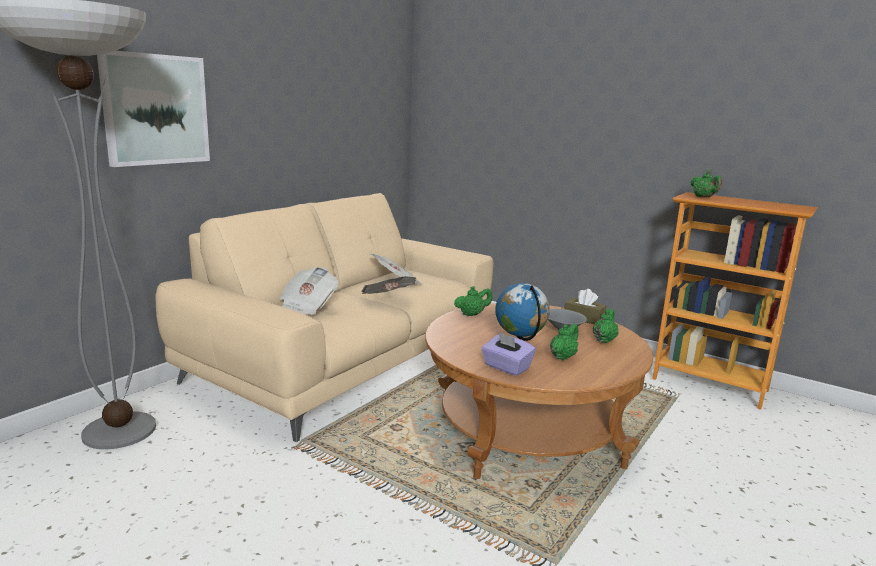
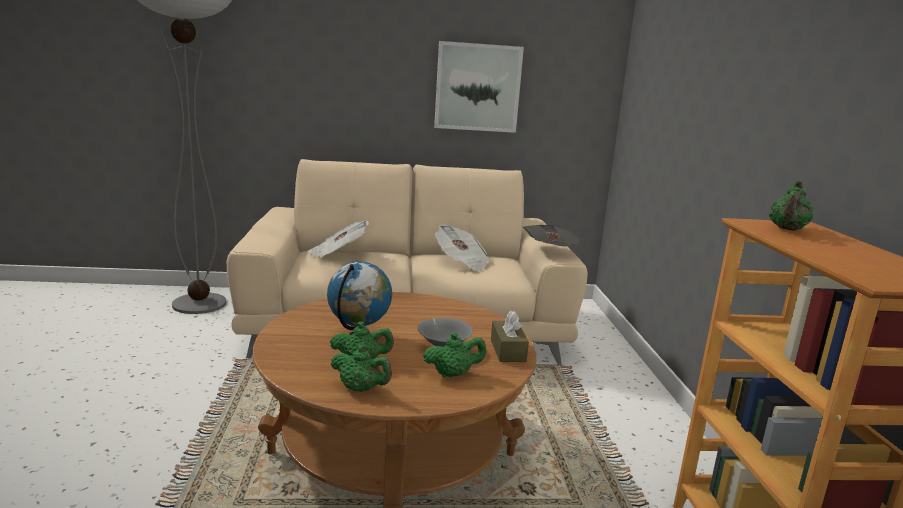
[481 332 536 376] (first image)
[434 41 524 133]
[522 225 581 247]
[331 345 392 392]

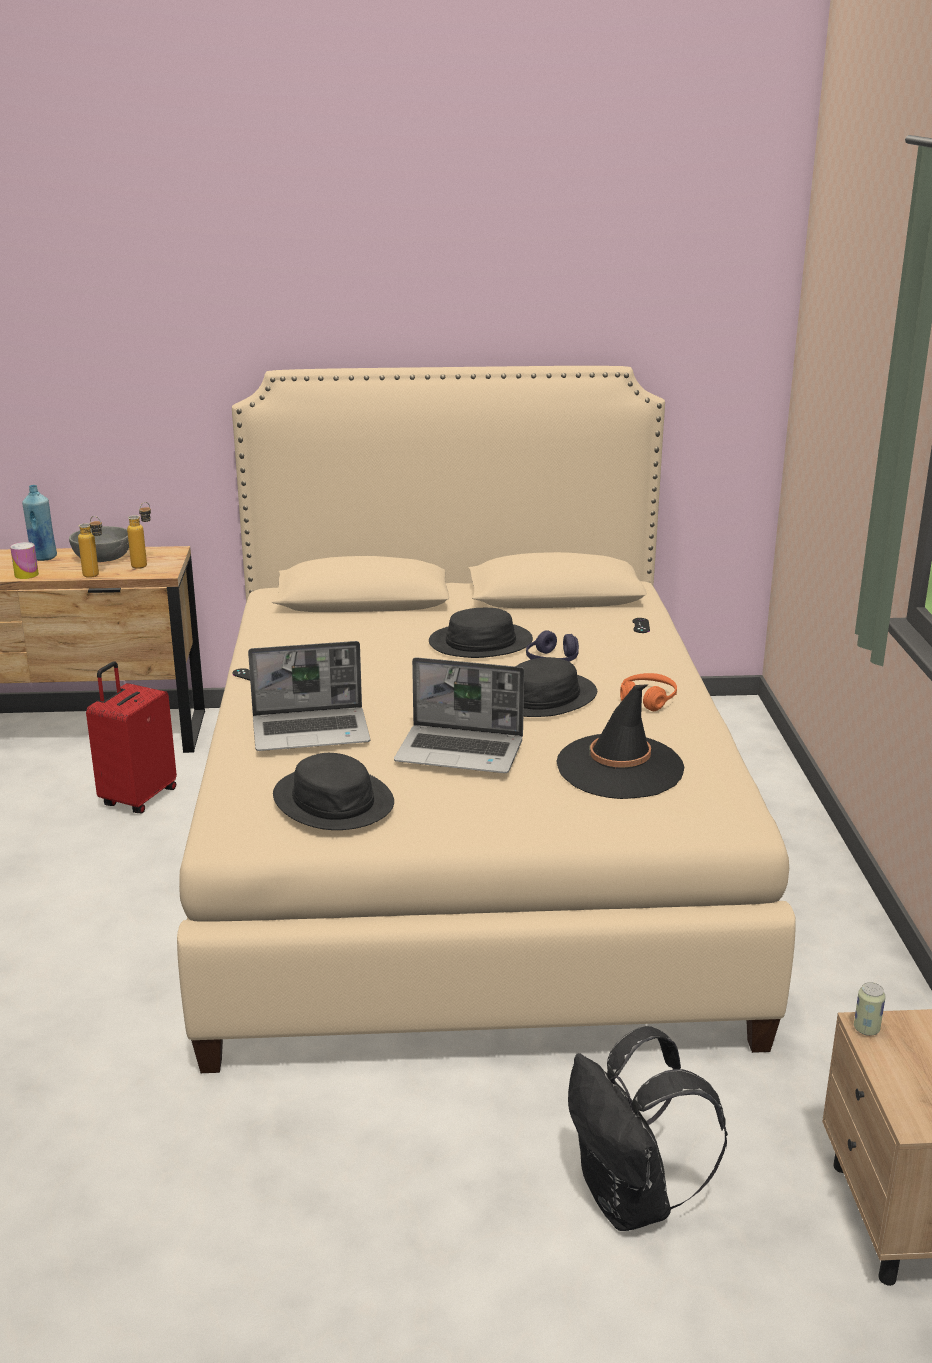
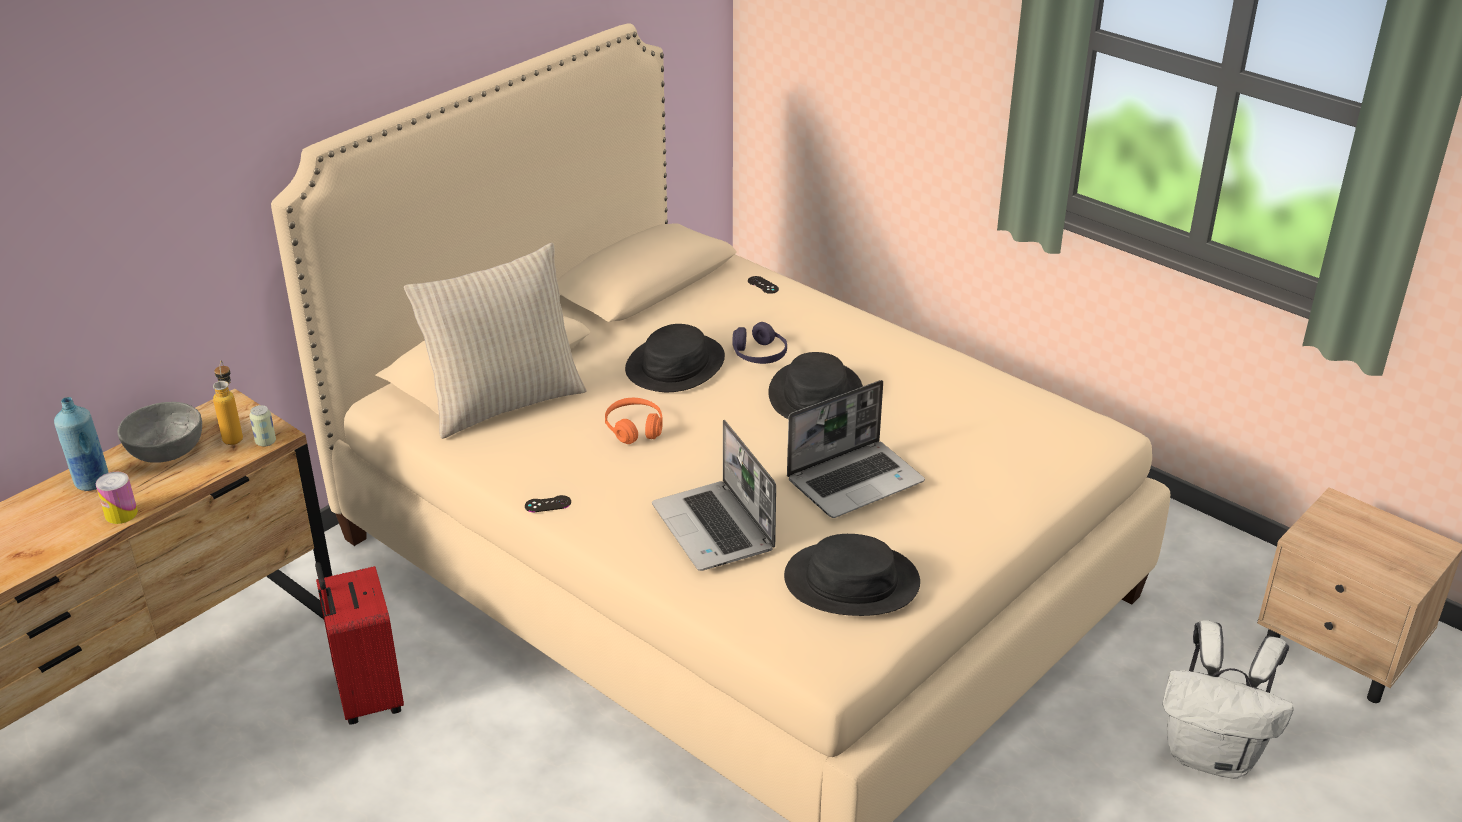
[78 516 102 578] (first image)
[556 684 684 799] (first image)
[404 243 587 439]
[605 398 663 444]
[249 405 276 447]
[1163 620 1294 779]
[652 420 776 571]

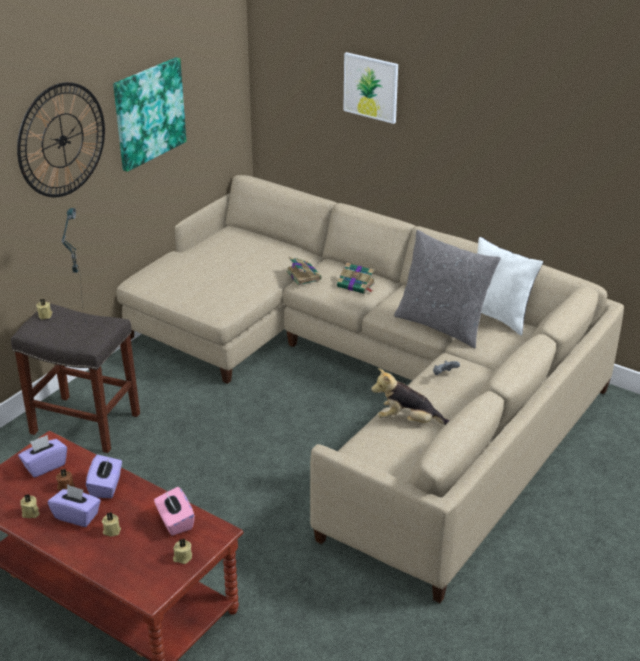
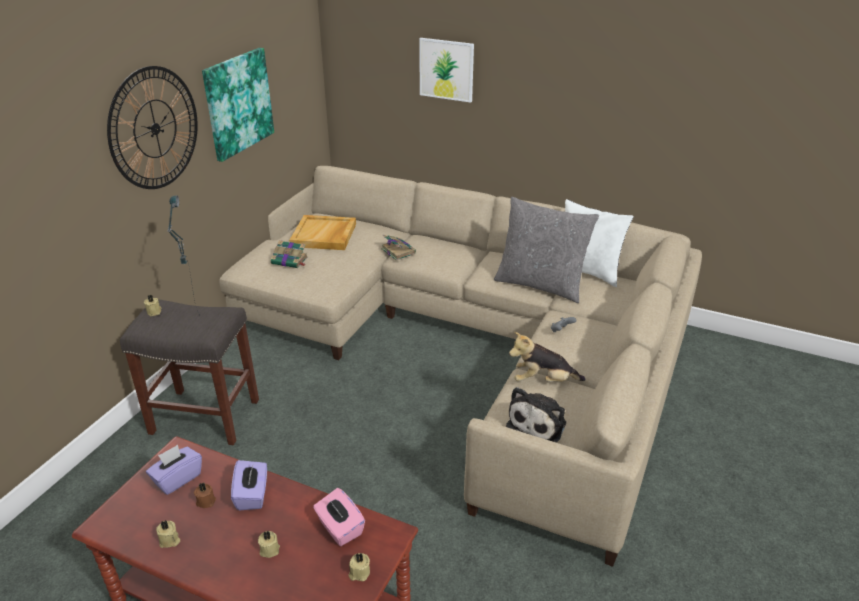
[48 484 101 527] (first image)
[289 215 356 250]
[506 387 566 442]
[271 240 308 268]

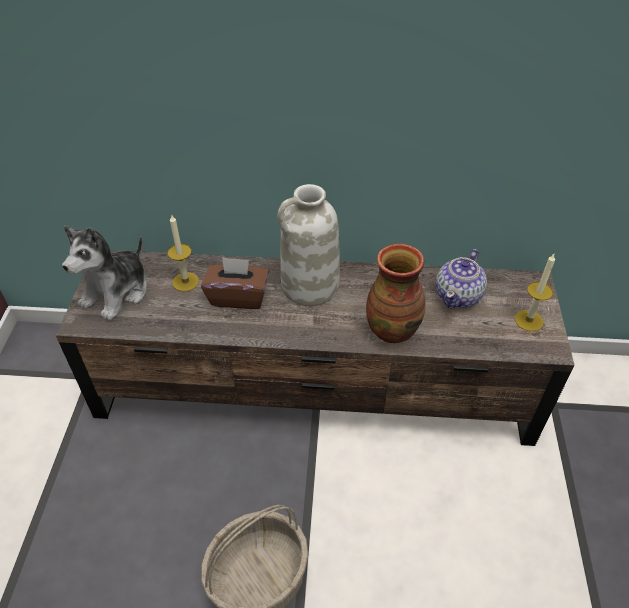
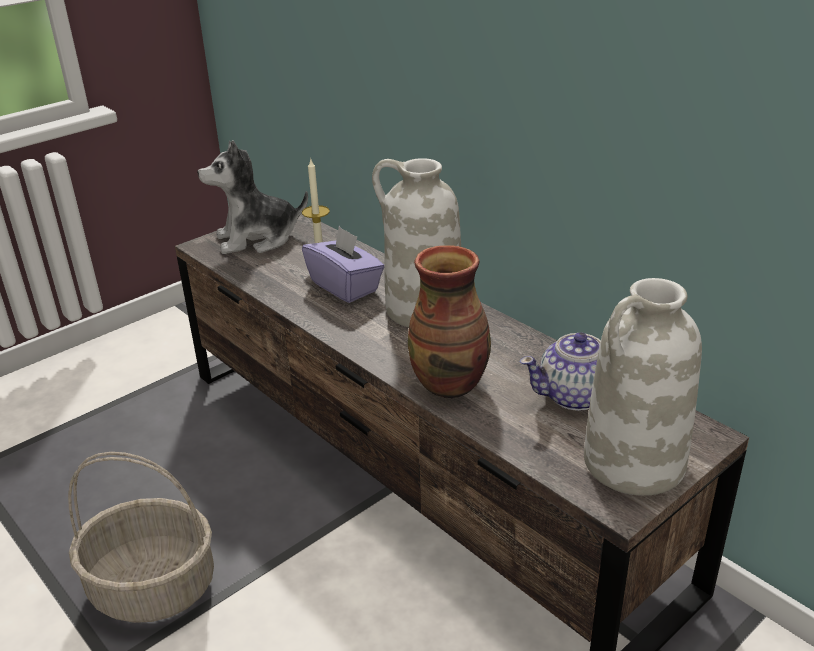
[584 278 702 496]
[302 226 384 303]

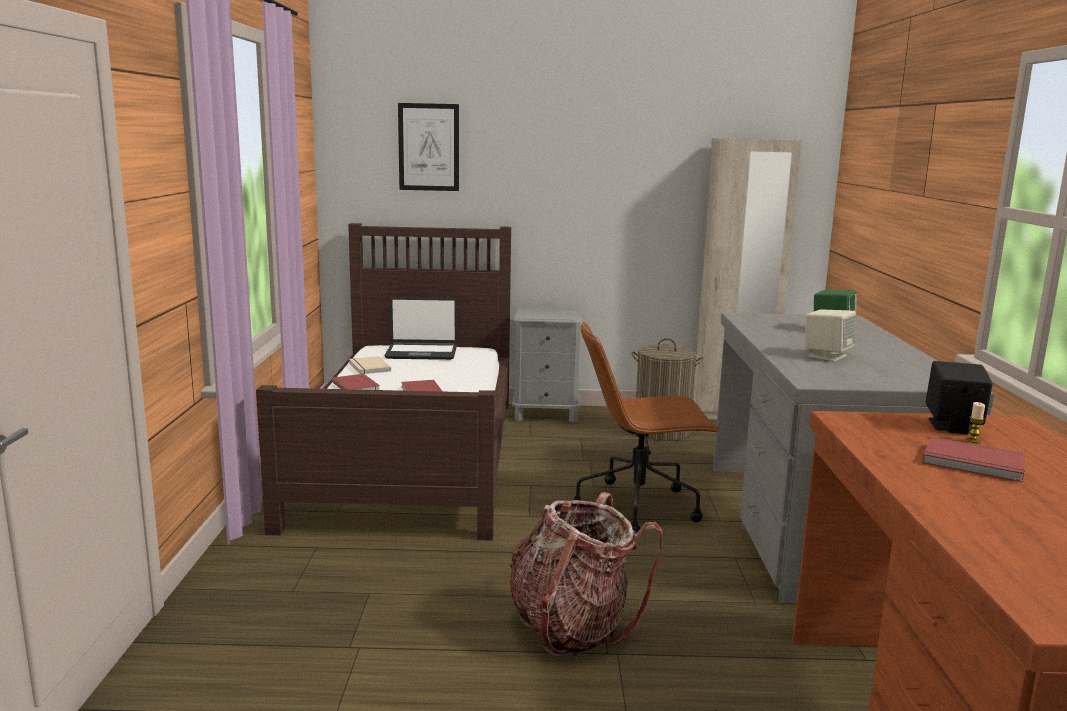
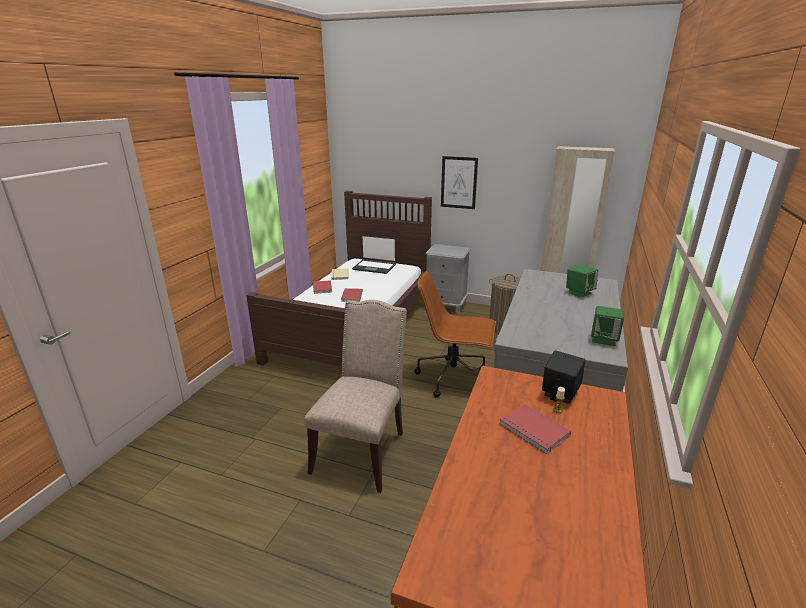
[805 309 856 362] (first image)
[591 306 624 346]
[441 156 478 209]
[304 300 407 493]

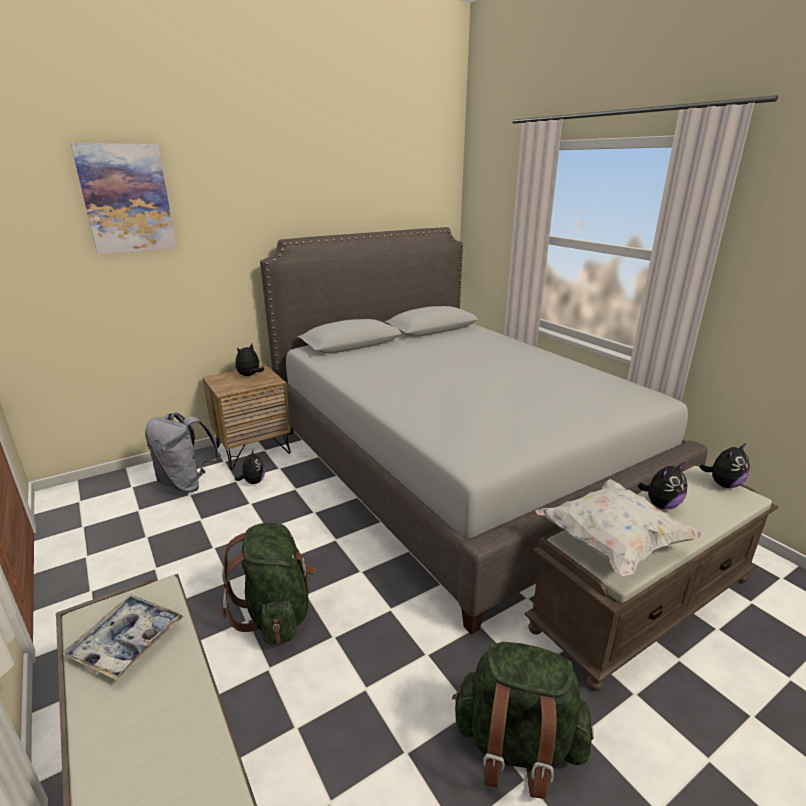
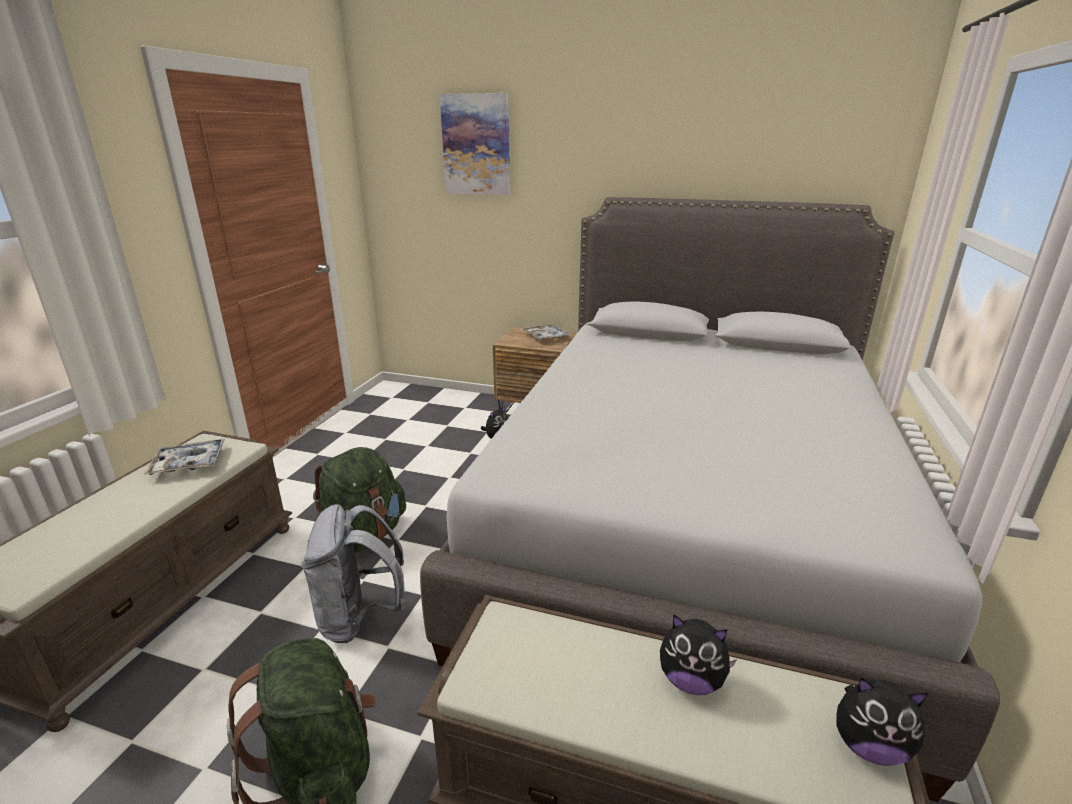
[536 479 705 576] (first image)
[301 504 406 643]
[521 324 572 340]

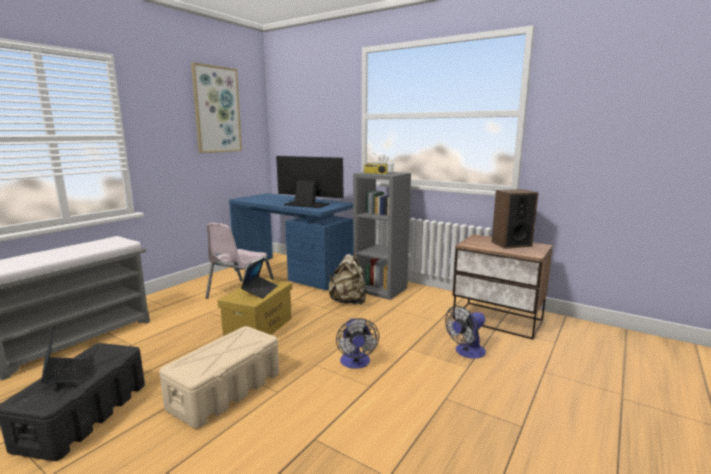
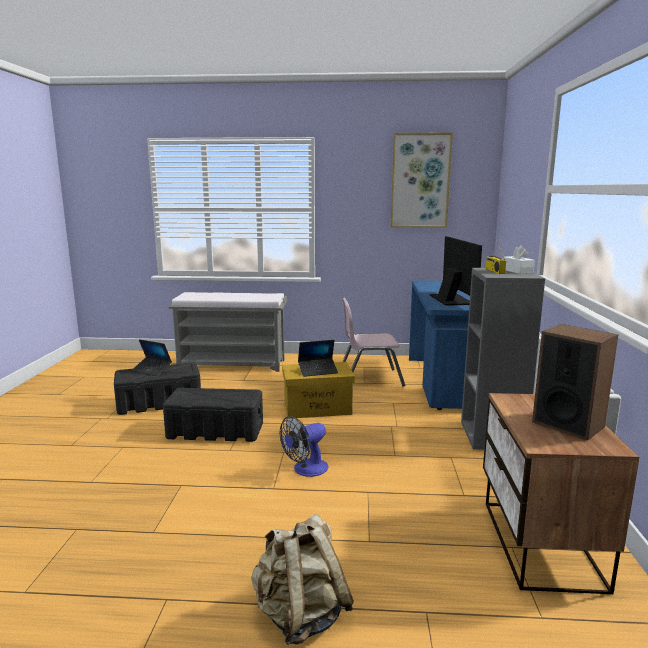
[445 306 486 359] (first image)
[251 514 354 645]
[163 388 263 442]
[131 339 172 376]

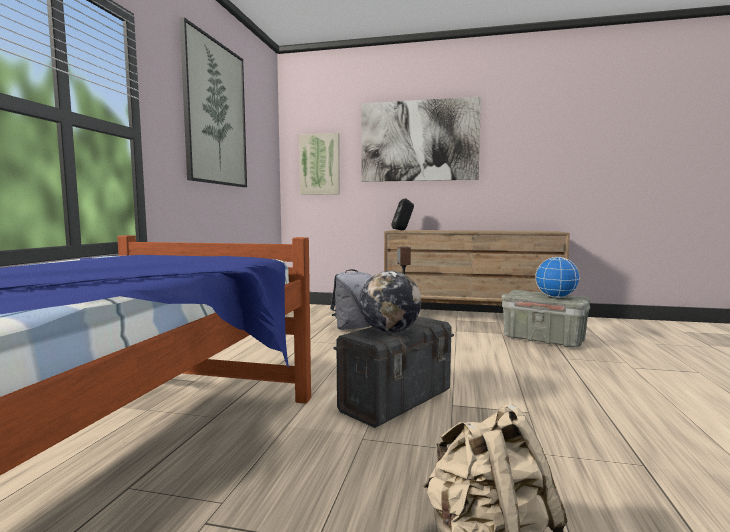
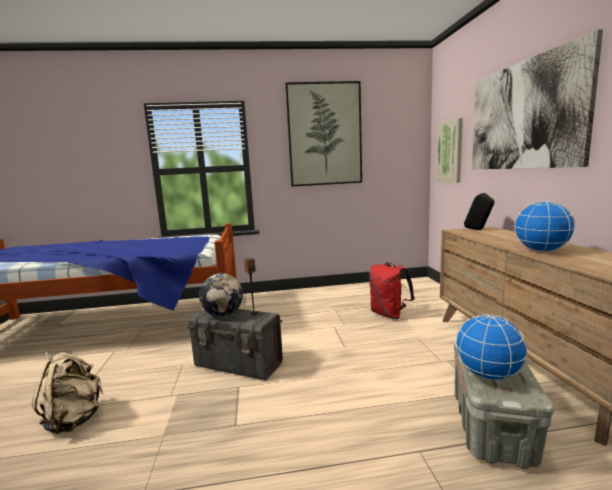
[514 201 575 252]
[369 262 415 319]

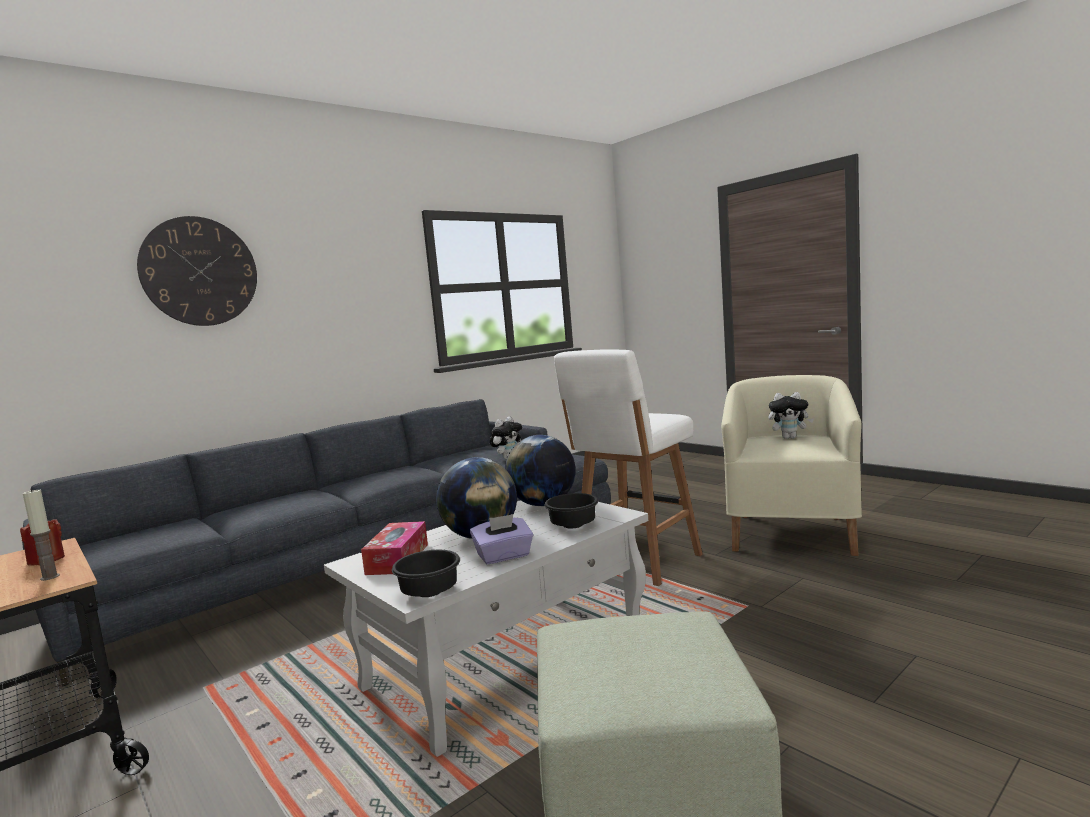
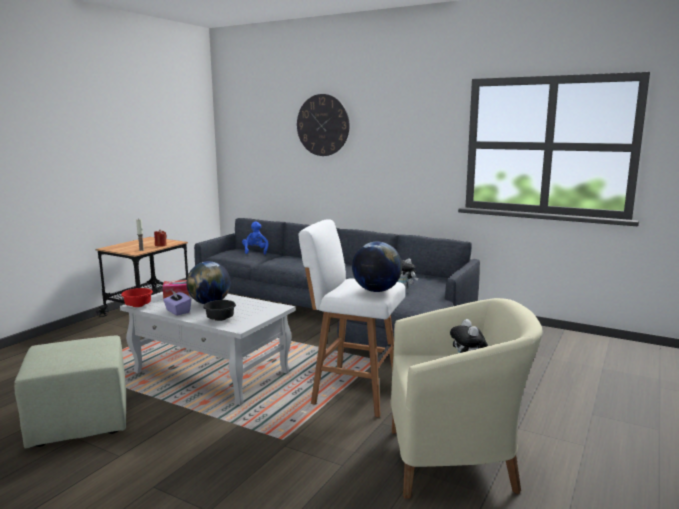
[242 221 268 254]
[352 242 402 292]
[121 288 153 307]

